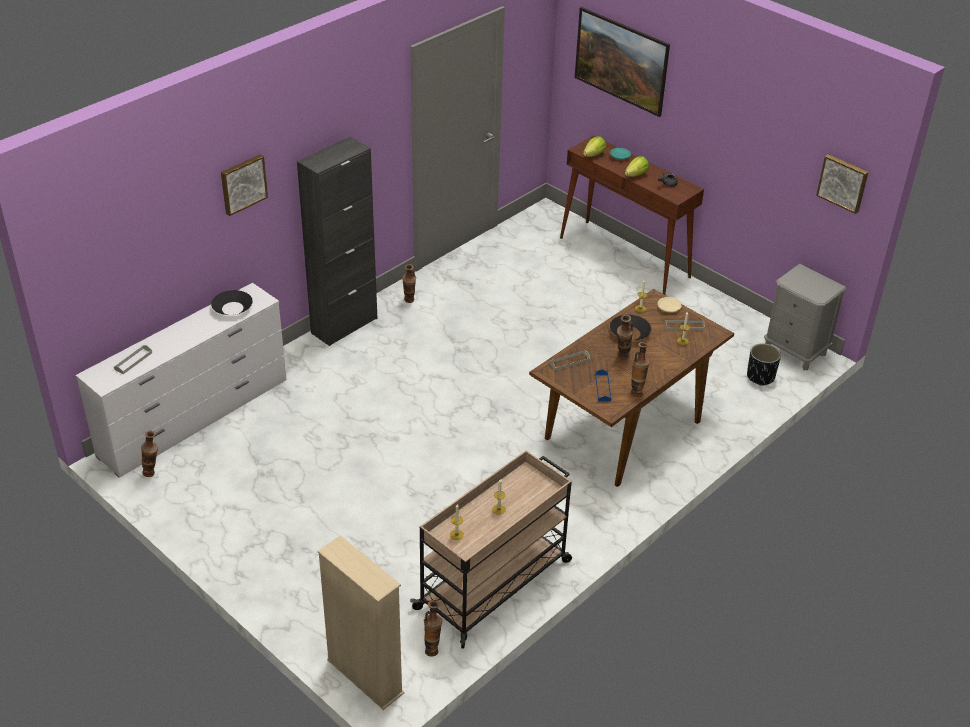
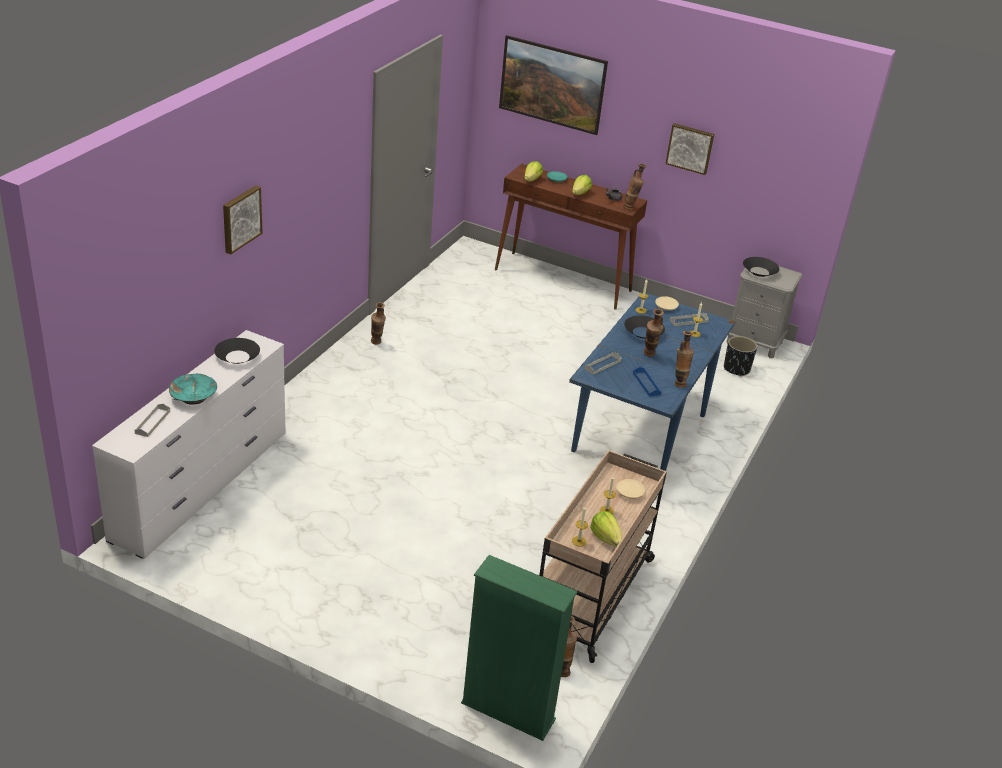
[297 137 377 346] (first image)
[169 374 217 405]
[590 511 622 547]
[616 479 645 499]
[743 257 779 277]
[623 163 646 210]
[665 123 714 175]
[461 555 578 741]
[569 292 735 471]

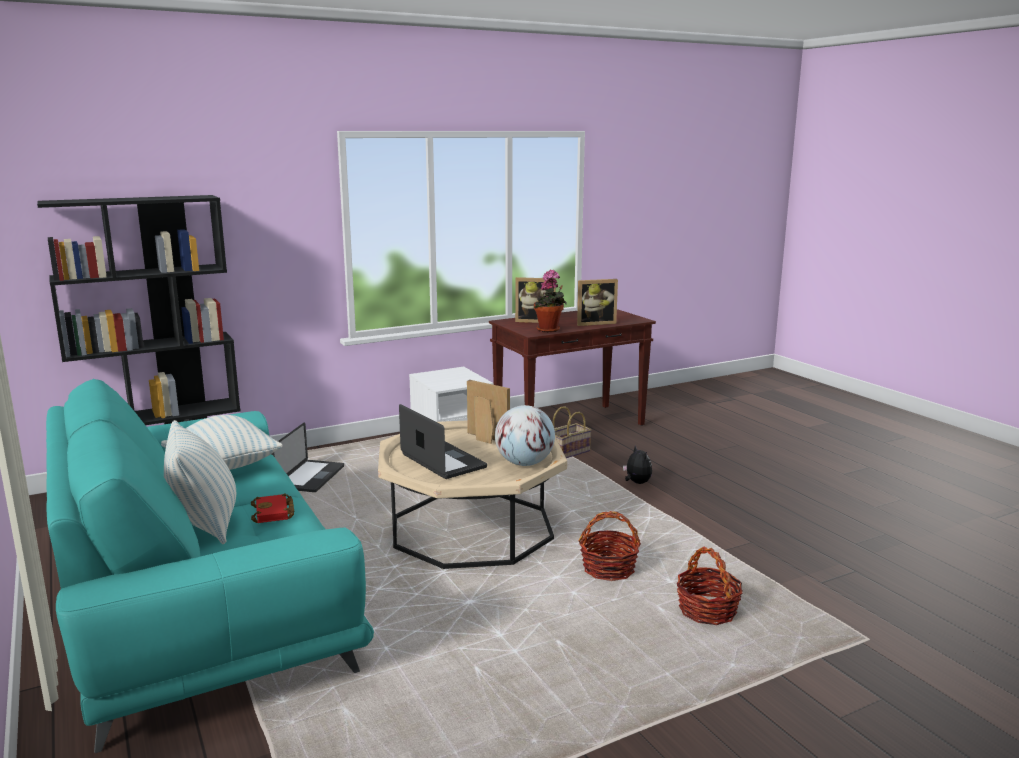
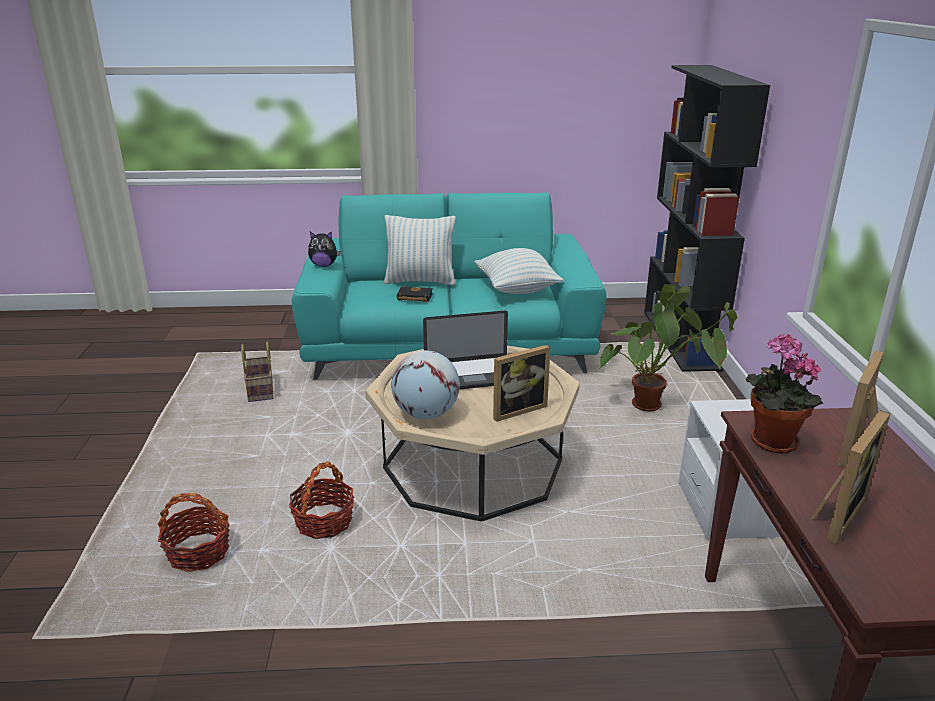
[241 341 274 402]
[308 232 341 267]
[600 284 737 411]
[397 285 433 302]
[811 410 891 544]

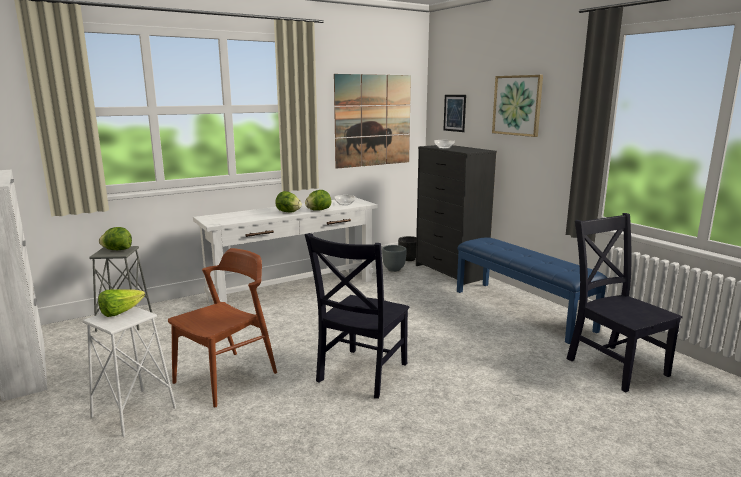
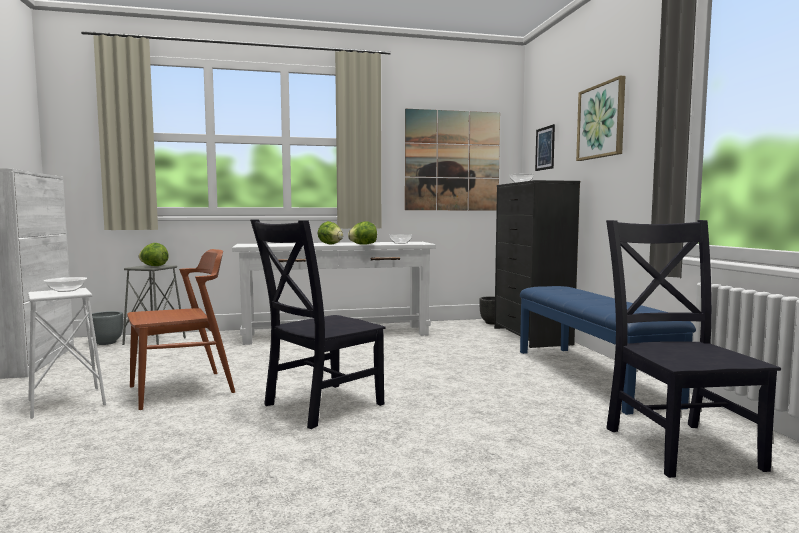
[88 311 123 345]
[44 277 87 292]

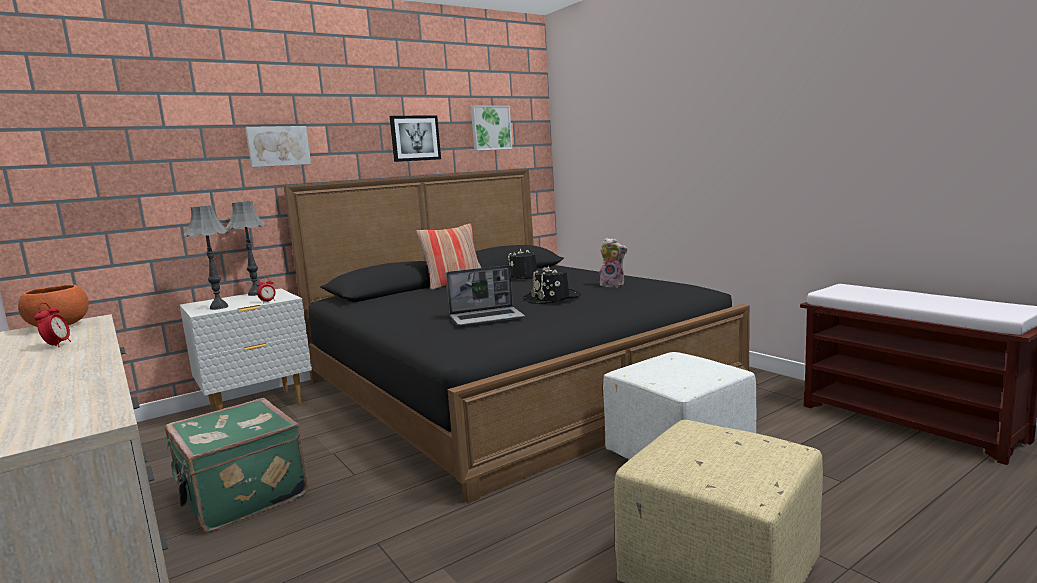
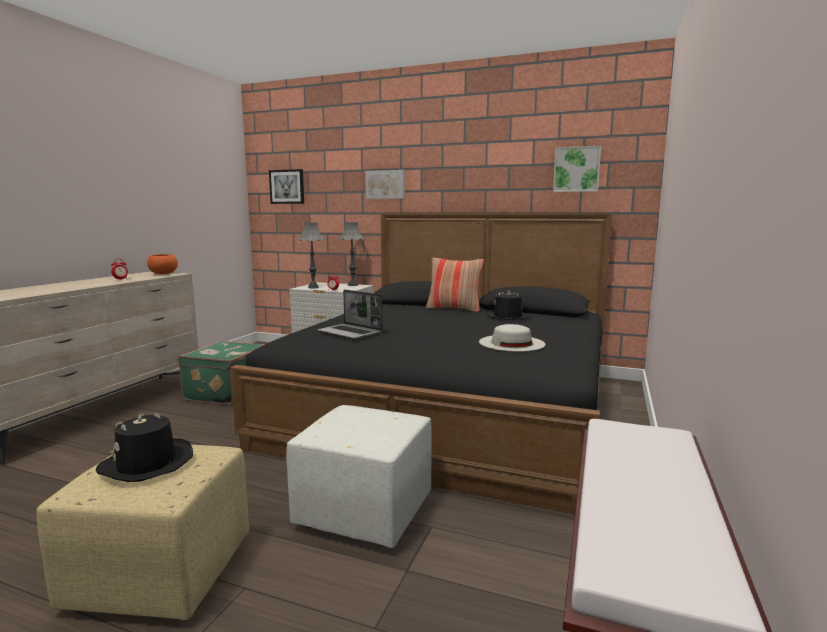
[269 169 304 204]
[96 413 193 482]
[479 324 545 352]

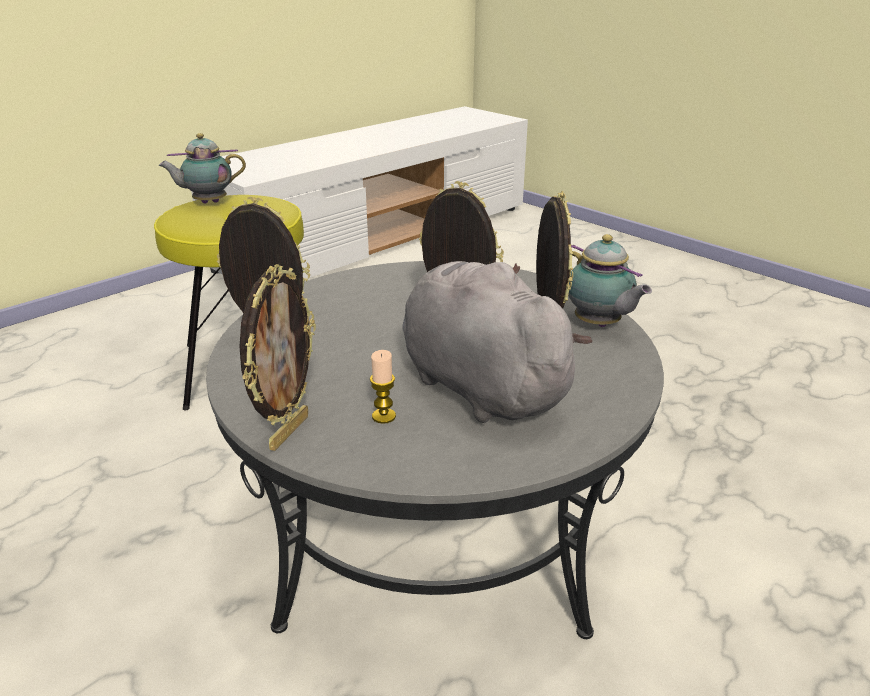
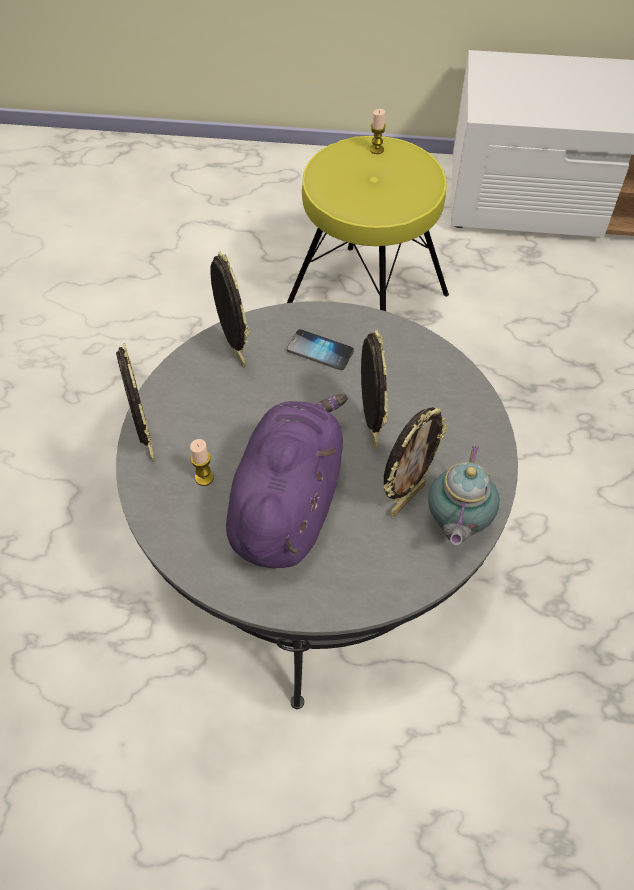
[287 329 354 370]
[370 109 386 154]
[226 394 348 568]
[116 343 155 462]

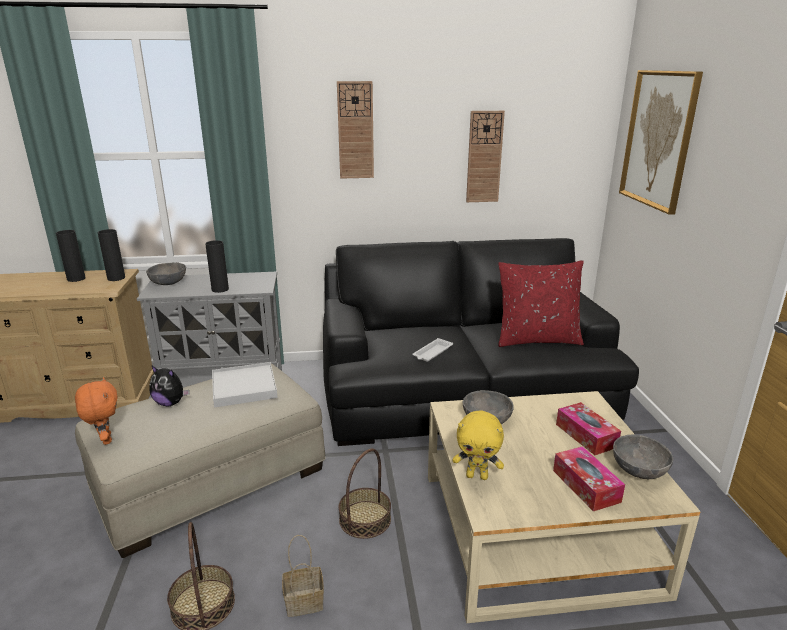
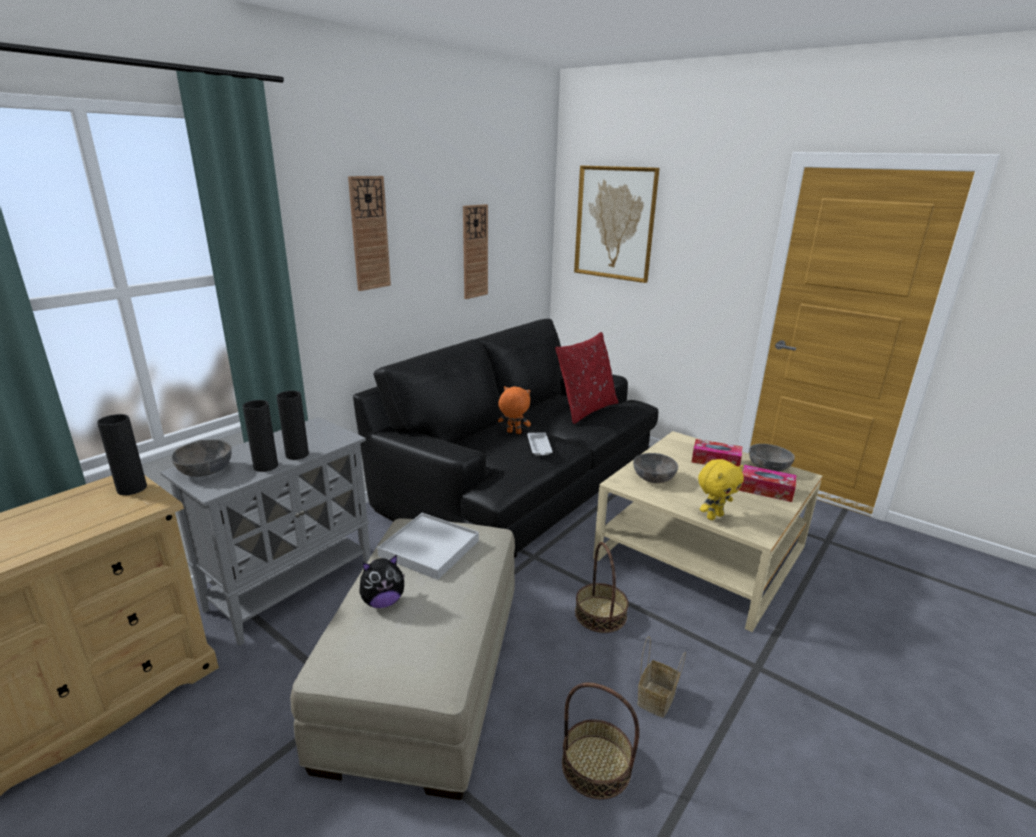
[243 400 278 472]
[498 386 531 434]

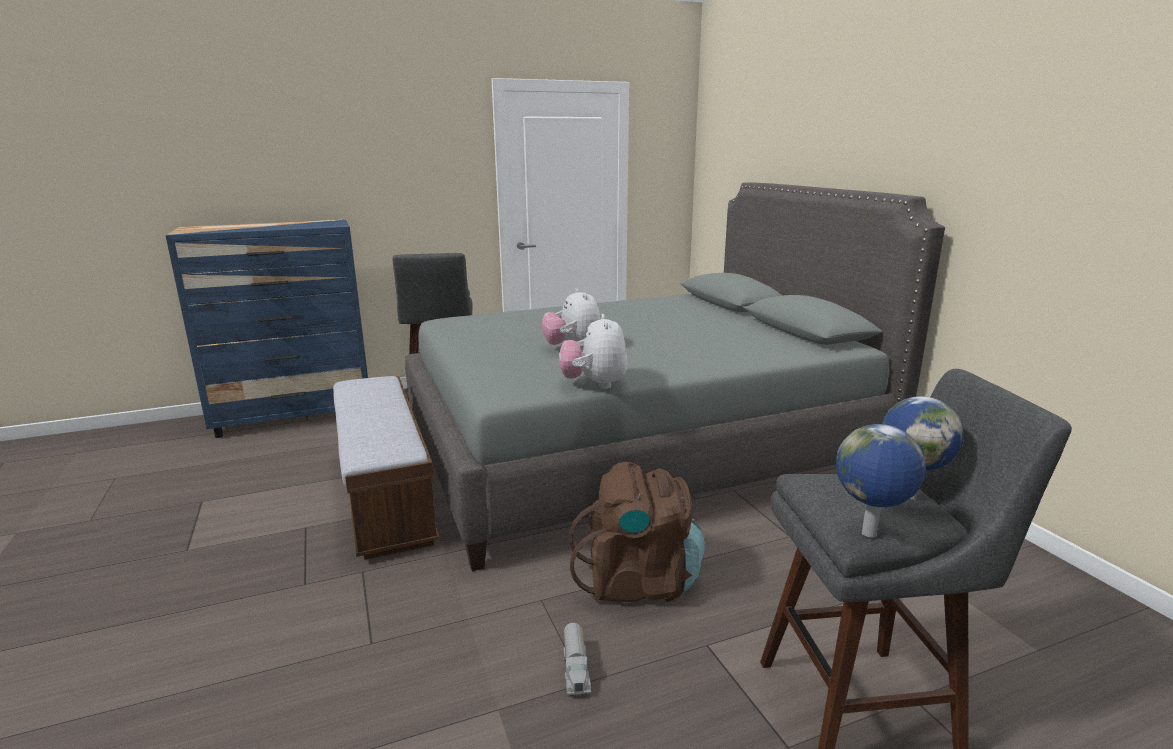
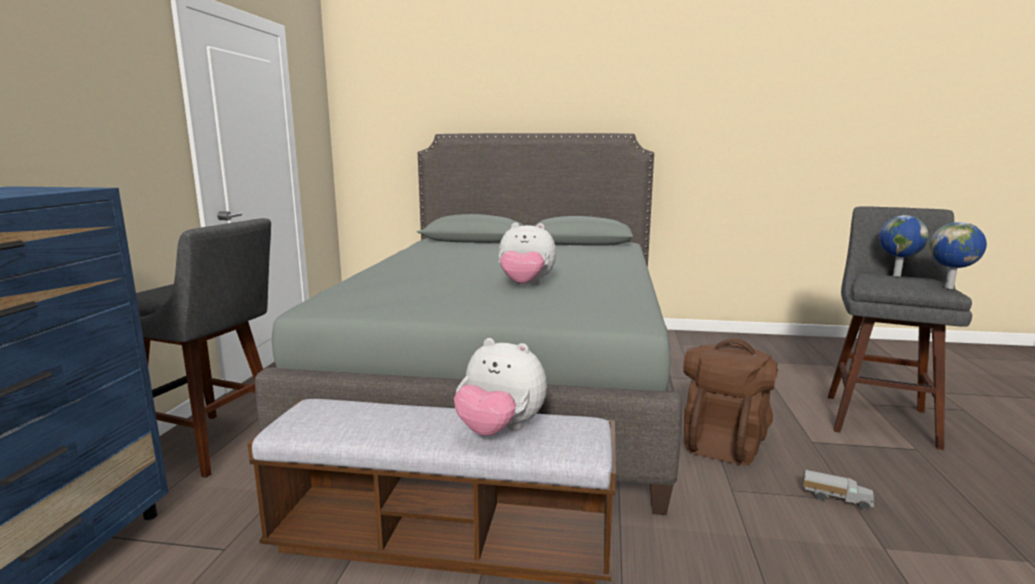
[454 338 547 436]

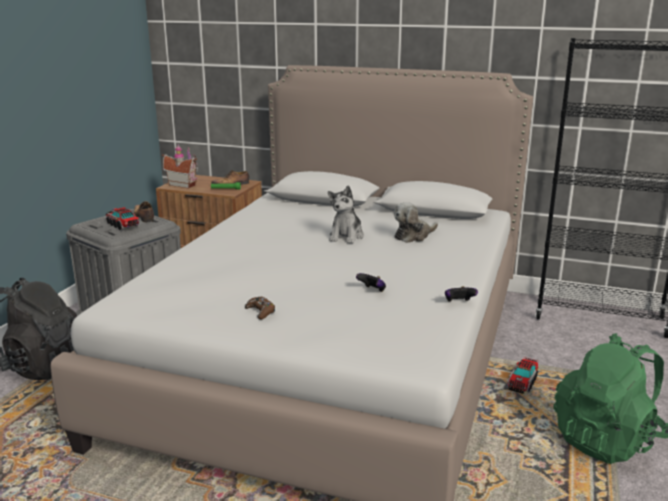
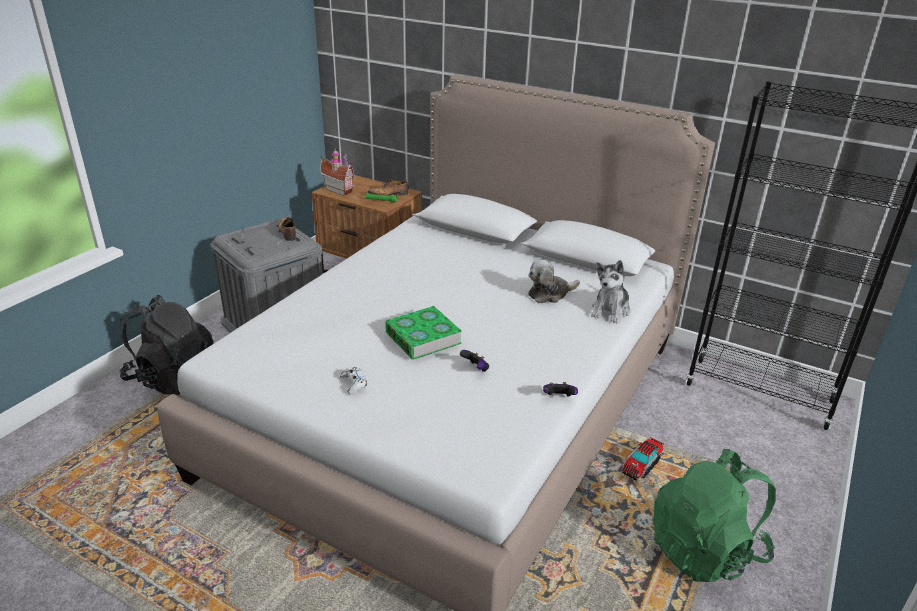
[106 207 139 231] (first image)
[385 306 462 360]
[591 260 630 323]
[340 367 367 394]

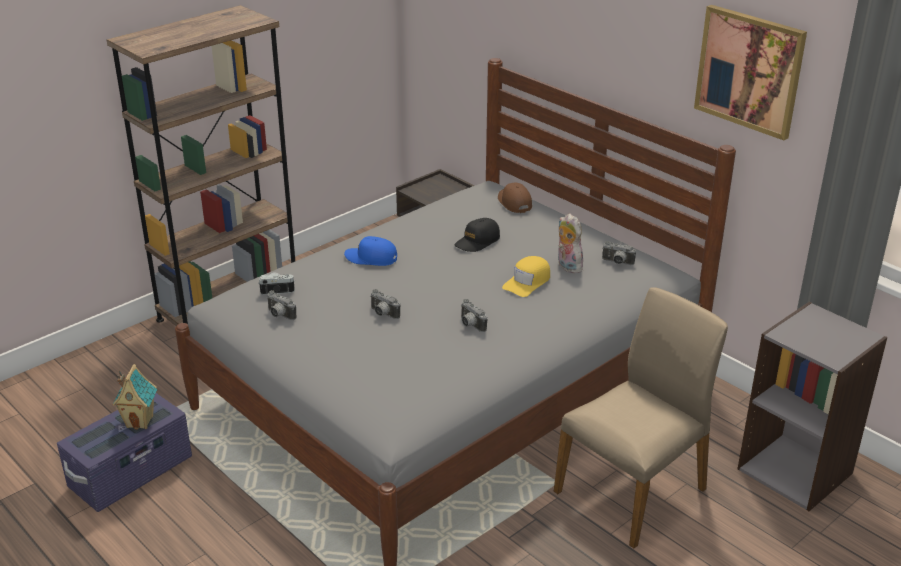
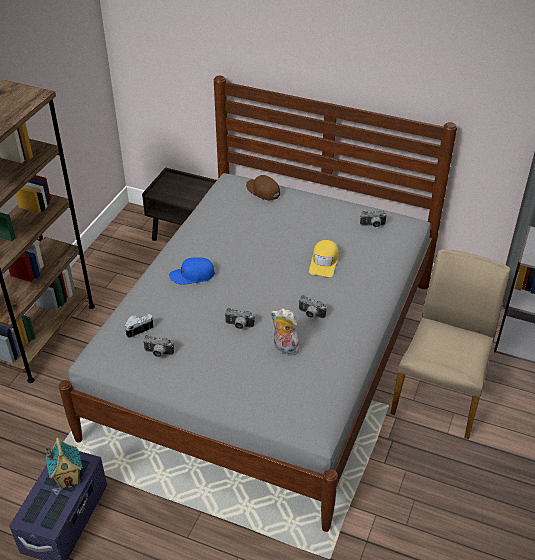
[454 218 500 252] (first image)
[694 5 807 140] (first image)
[271 308 299 355]

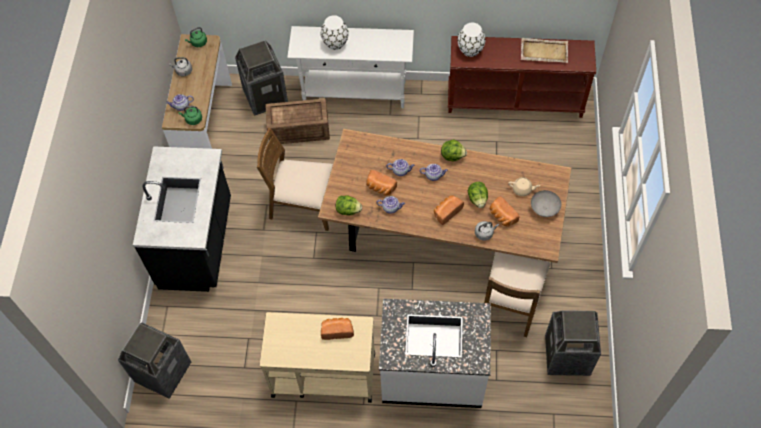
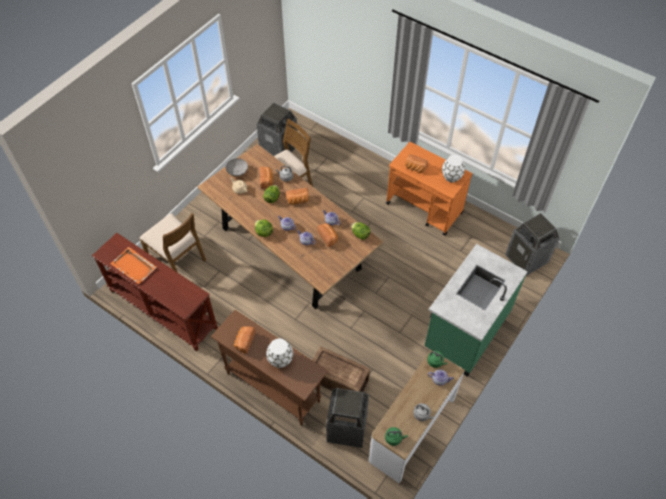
[379 299 491 408] (first image)
[234 326 255 354]
[139 213 206 273]
[442 155 465 182]
[425 244 528 377]
[386 142 473 236]
[211 310 328 426]
[110 247 157 284]

